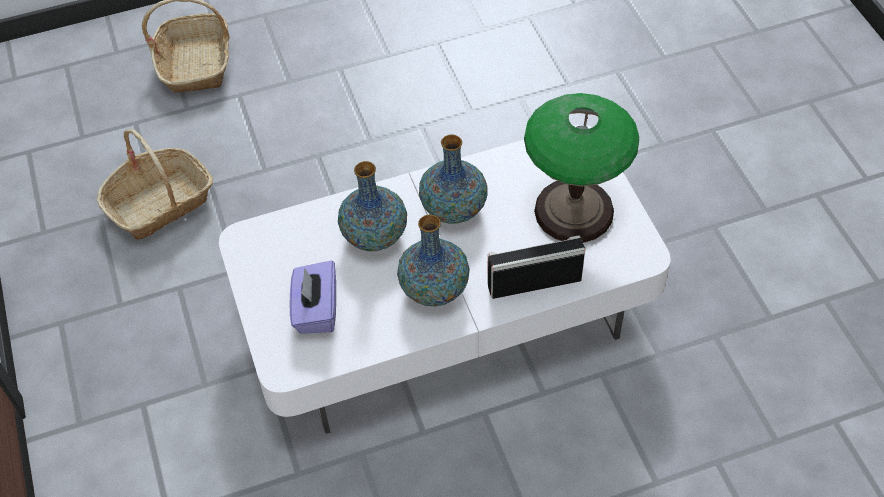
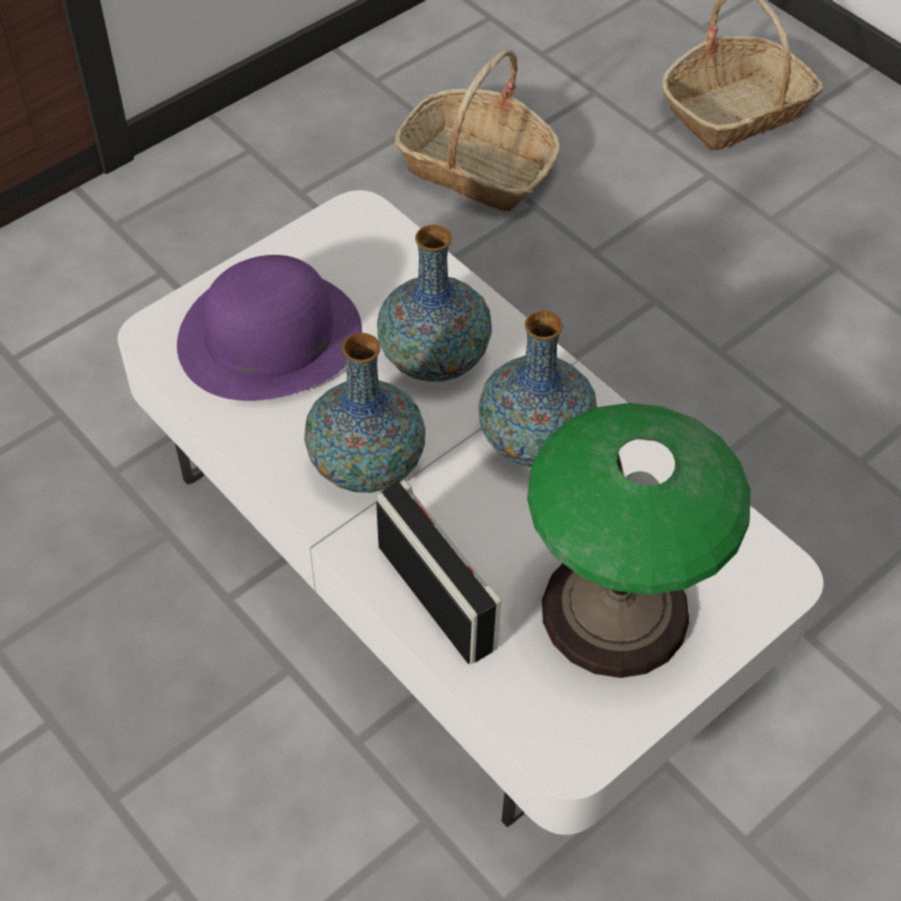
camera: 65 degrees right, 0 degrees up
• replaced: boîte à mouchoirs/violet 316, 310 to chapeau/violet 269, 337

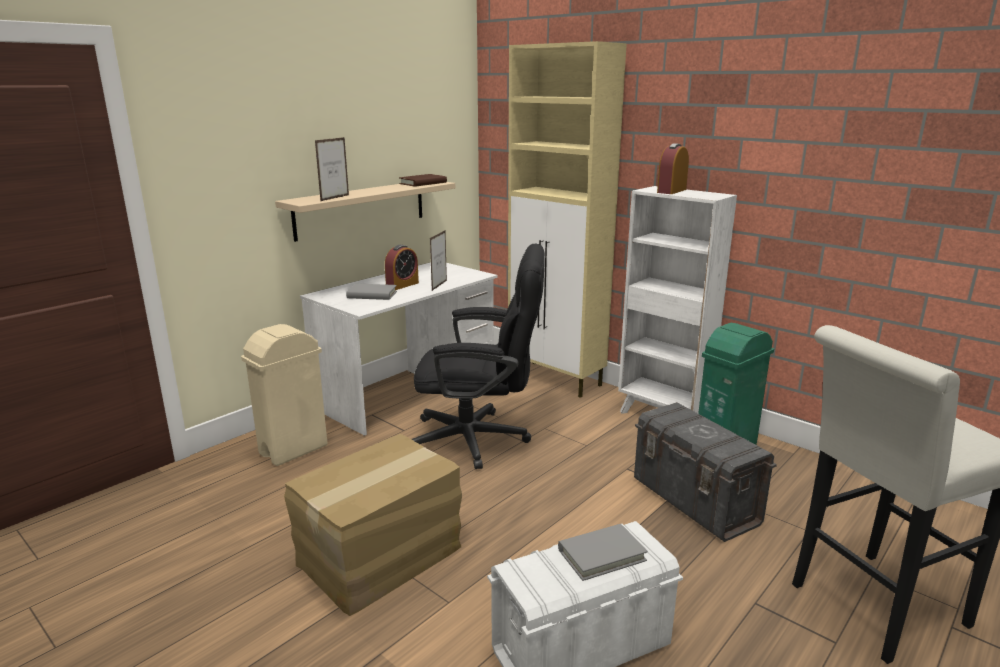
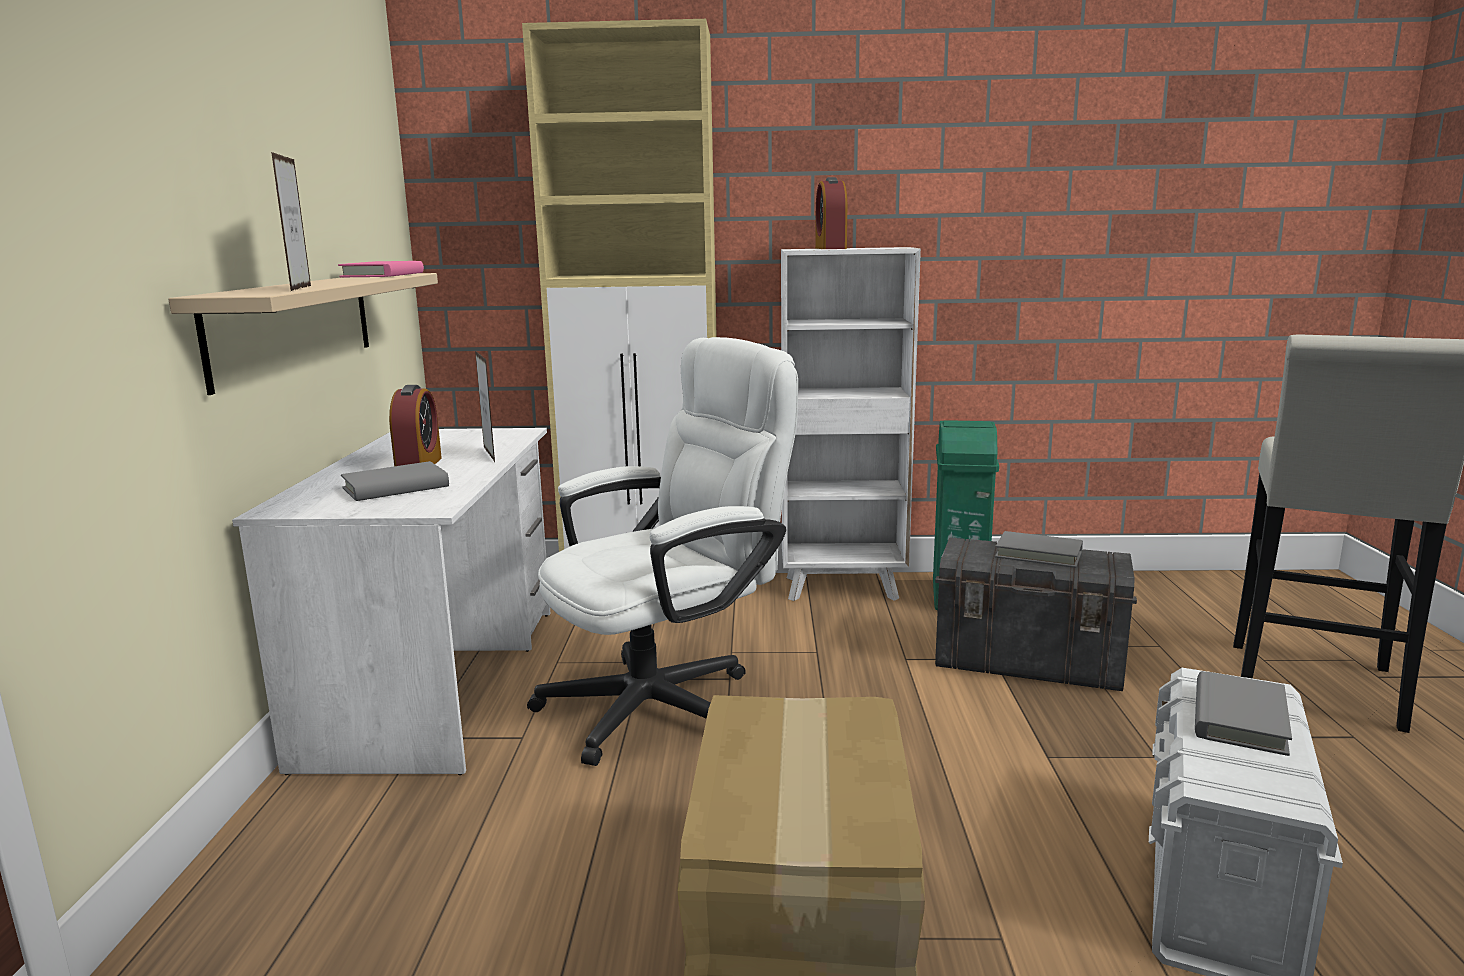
camera: 40 degrees left, 5 degrees down
• recoloured: livre/marron 423, 183 to livre/rose 383, 275
• recoloured: chaise de bureau/noir 480, 439 to chaise de bureau/blanc 668, 701
• added: livre/gris 1038, 554
• removed: poubelle/beige 292, 450

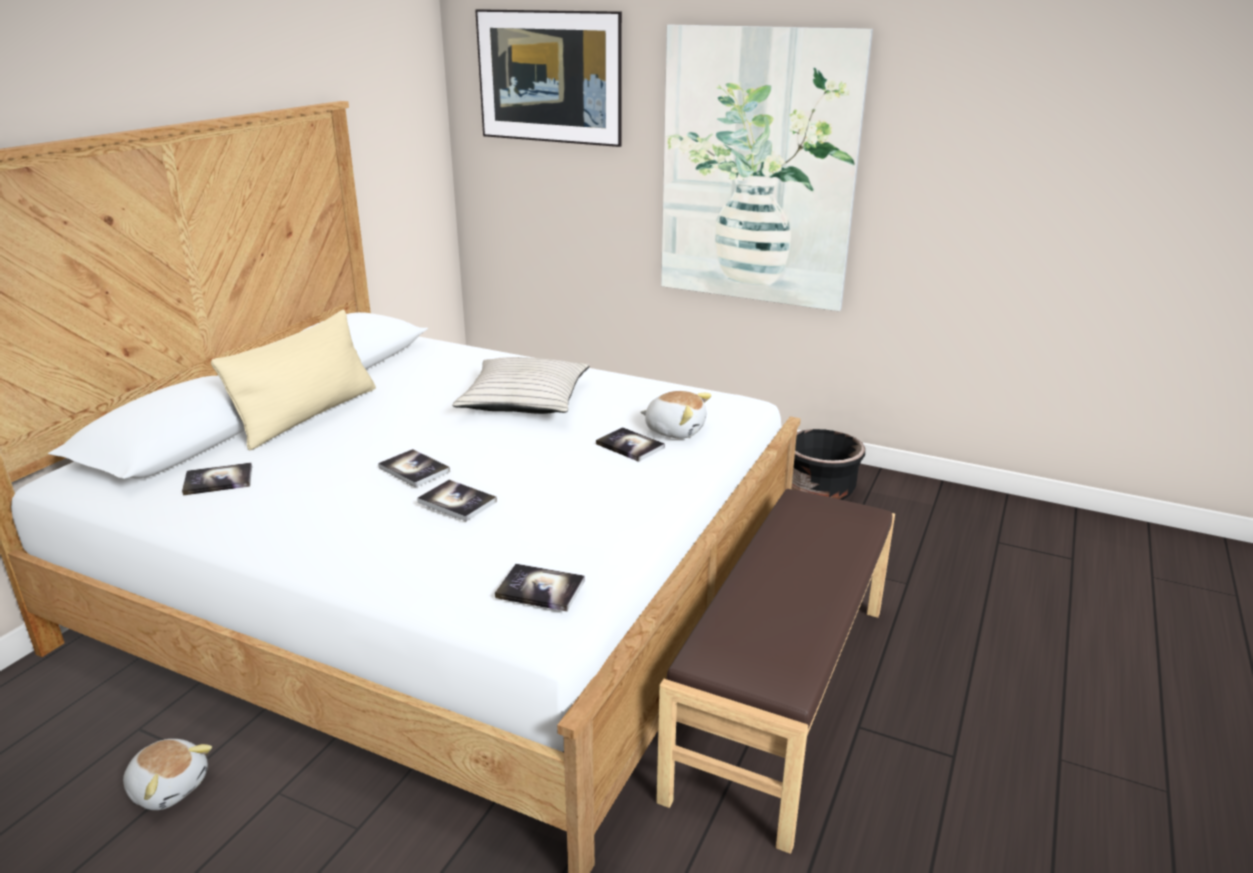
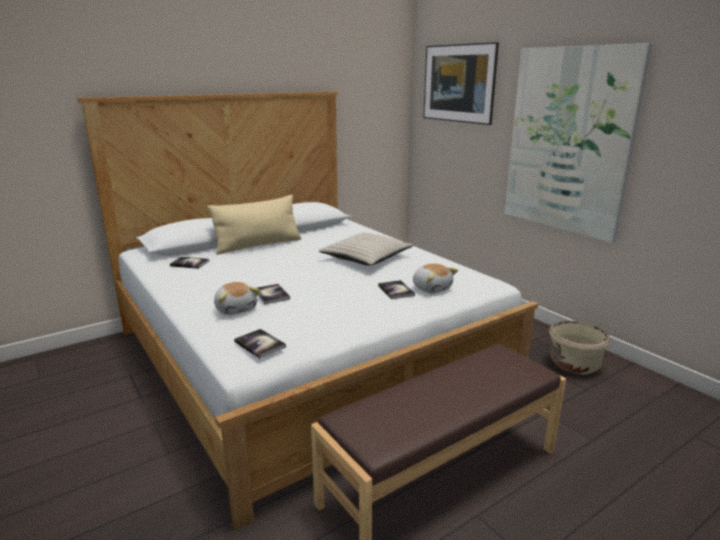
camera: 30 degrees right, 5 degrees down
• moved: peluche 169, 786 to 236, 309
• recoloured: cache-pot/noir 819, 490 to cache-pot/beige 574, 365
• removed: livre 414, 469

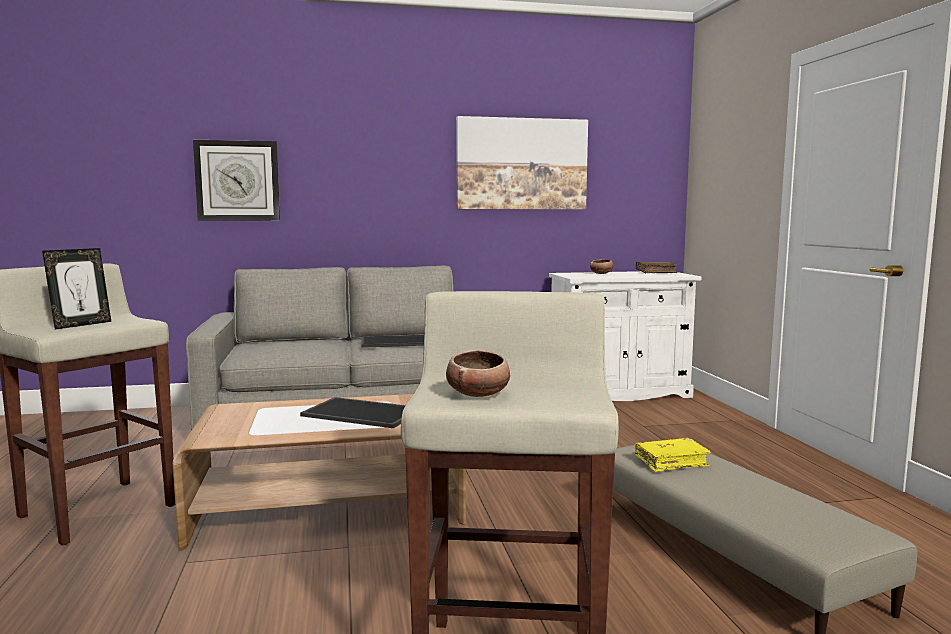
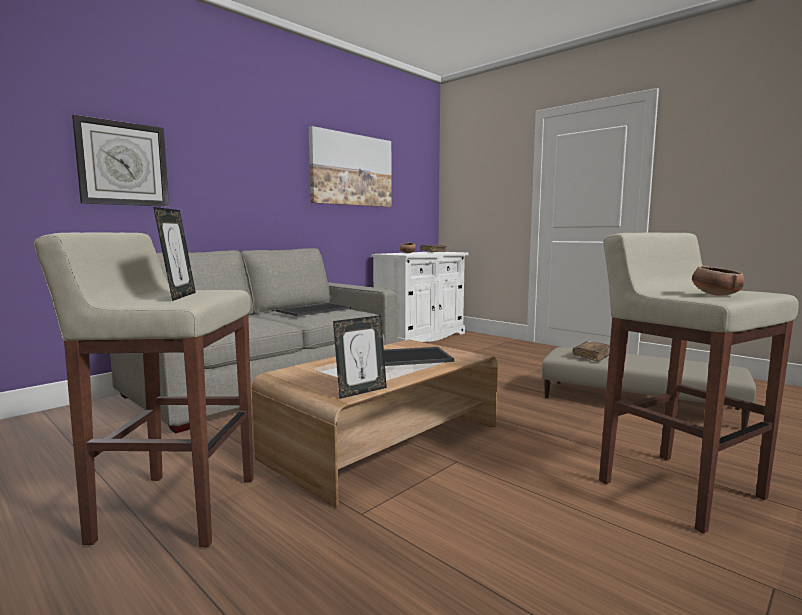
camera: 35 degrees left, 0 degrees up
• added: cadre photo 361, 391
• recoloured: livre/jaune 671, 462 to livre/marron 591, 356

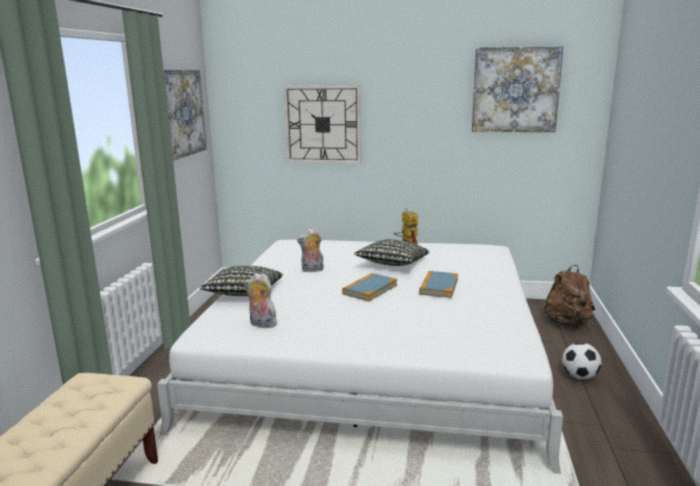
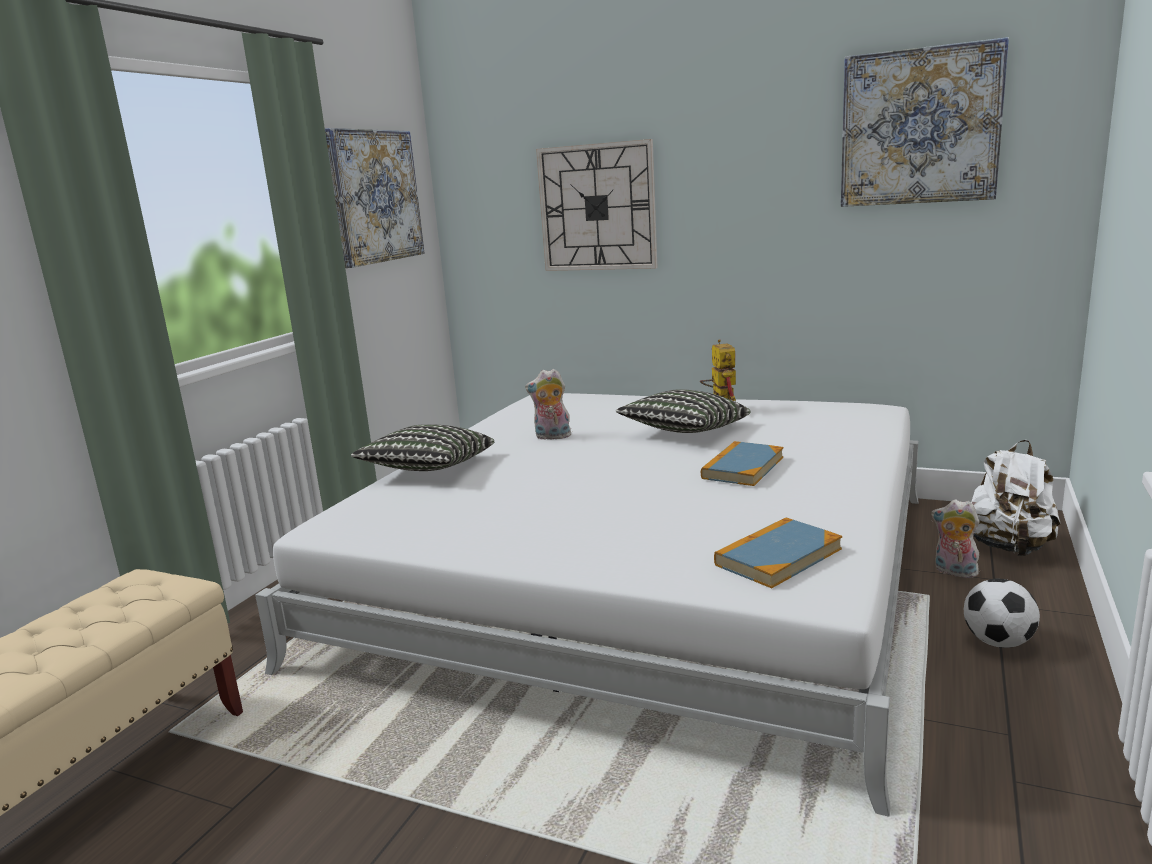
camera: 15 degrees right, 0 degrees up
• moved: livre 370, 289 to 778, 557
• moved: peluche 261, 324 to 954, 572
• recoloured: sac à dos/marron 567, 324 to sac à dos/blanc 1009, 548

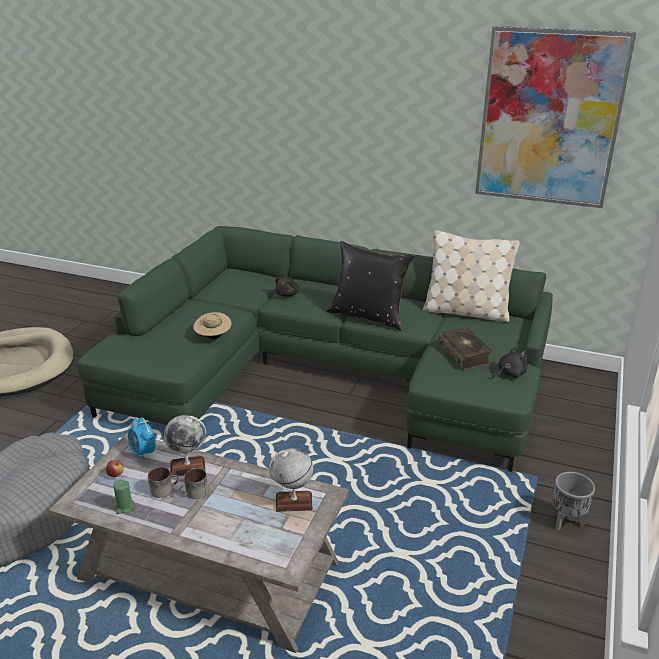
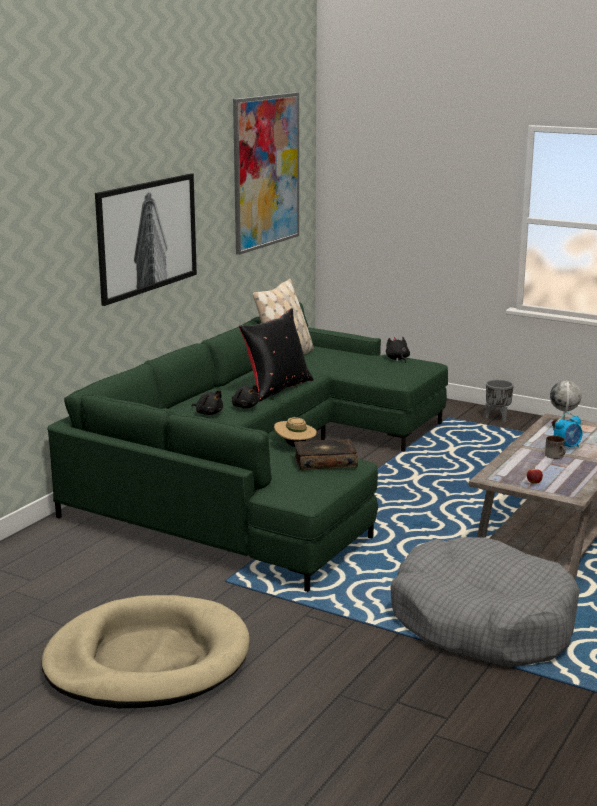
camera: 80 degrees left, 10 degrees down
• added: tableau 146, 236
• added: peluche/noir 245, 406
• moved: livre 464, 354 to 325, 462
• moved: réveil 143, 453 to 567, 447
• removed: bougie/vert 125, 507
• removed: mug 164, 489
• removed: globe 187, 467

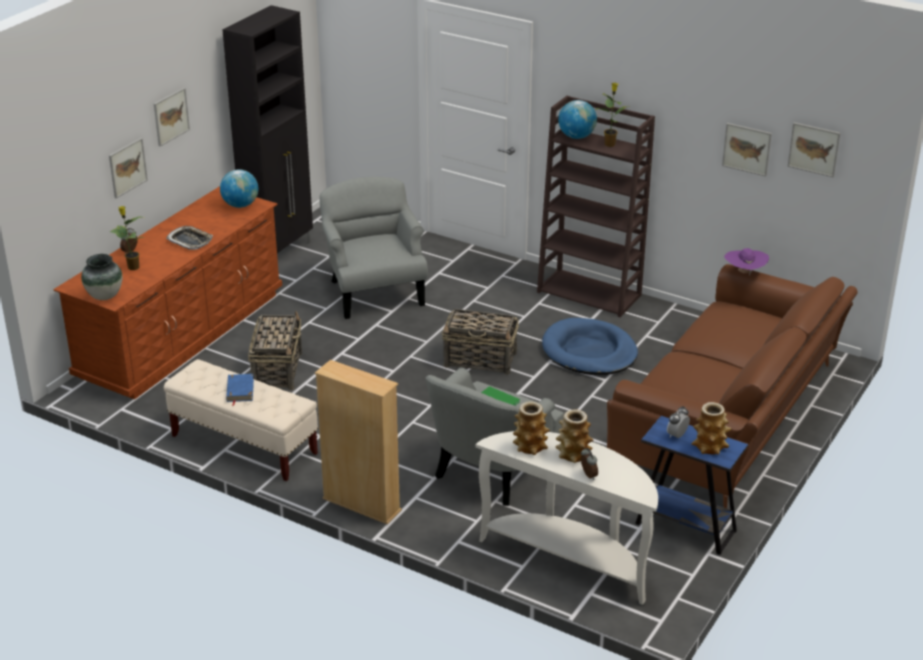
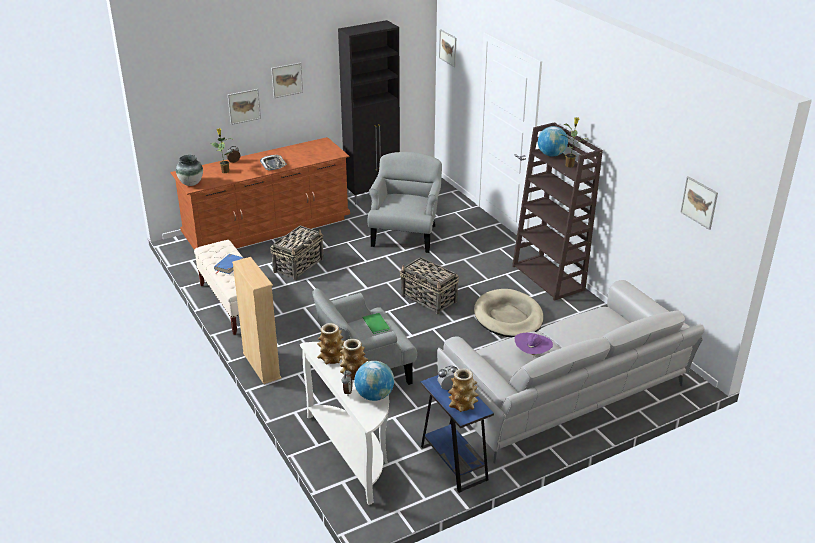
camera: 30 degrees right, 0 degrees up
• moved: globe 240, 205 to 374, 396
• recoloured: canapé/marron 729, 418 to canapé/gris 565, 397
• moved: tableau 747, 149 to 448, 48
• recoloured: panier pour chien/bleu 589, 352 to panier pour chien/beige 508, 317
• moved: chapeau/violet 744, 273 to 532, 354

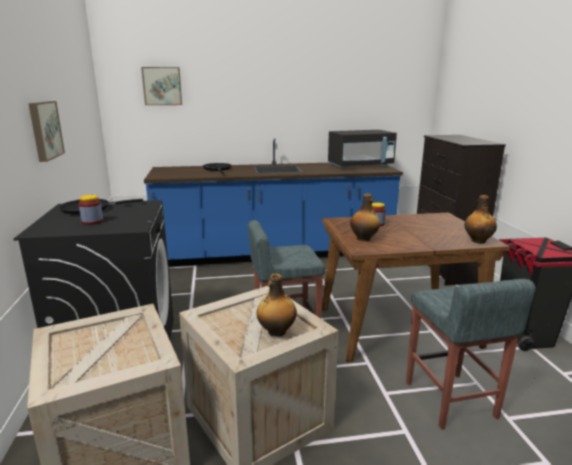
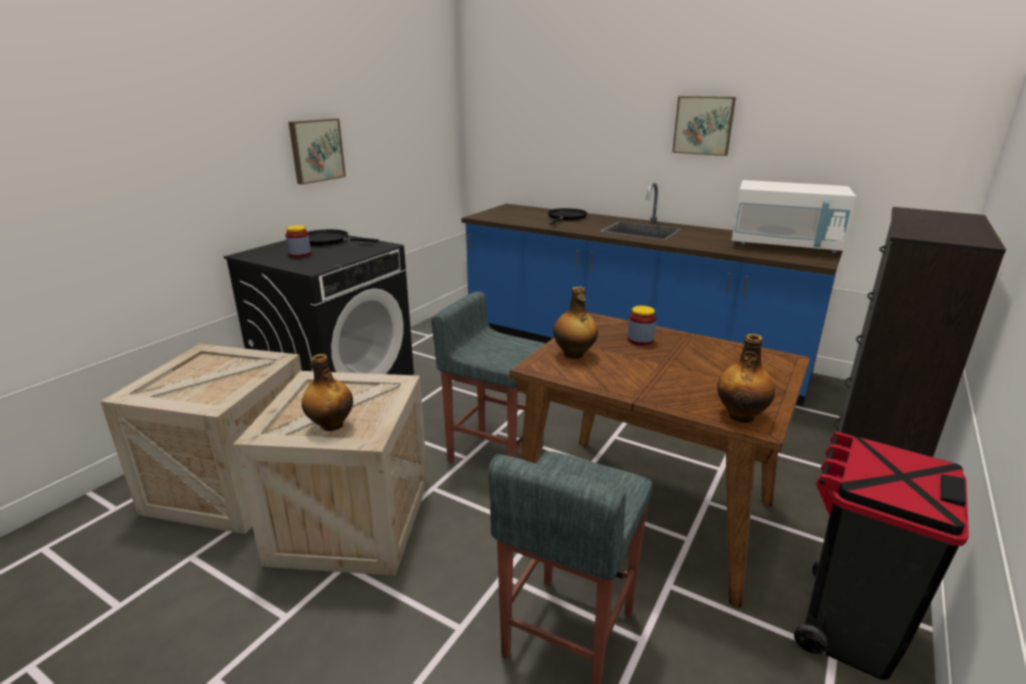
camera: 40 degrees right, 5 degrees up
• moved: tableau 162, 86 to 703, 125
• recoloured: micro-ondes/noir 360, 165 to micro-ondes/blanc 784, 245

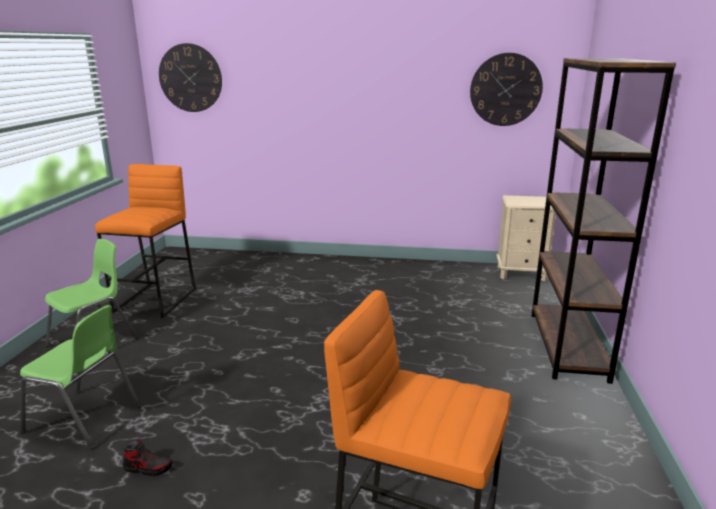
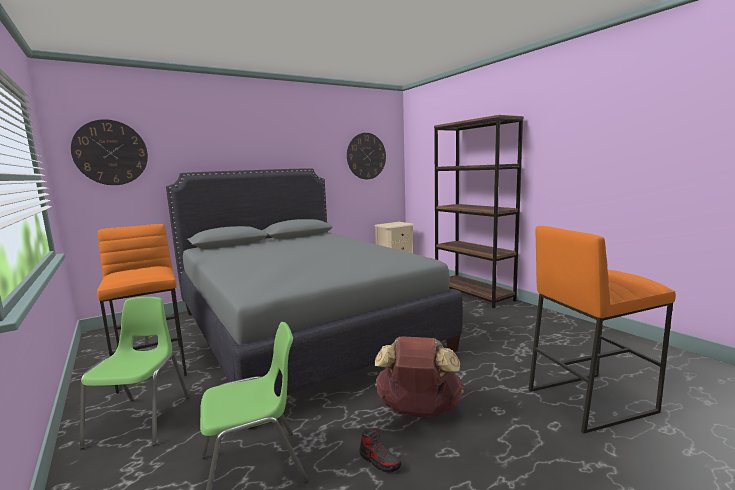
camera: 40 degrees left, 10 degrees down
• added: lit/gris 301, 329
• turned: chaussure 148, 468 = 379, 461 75 degrees clockwise
• added: sac à dos/marron 418, 412

